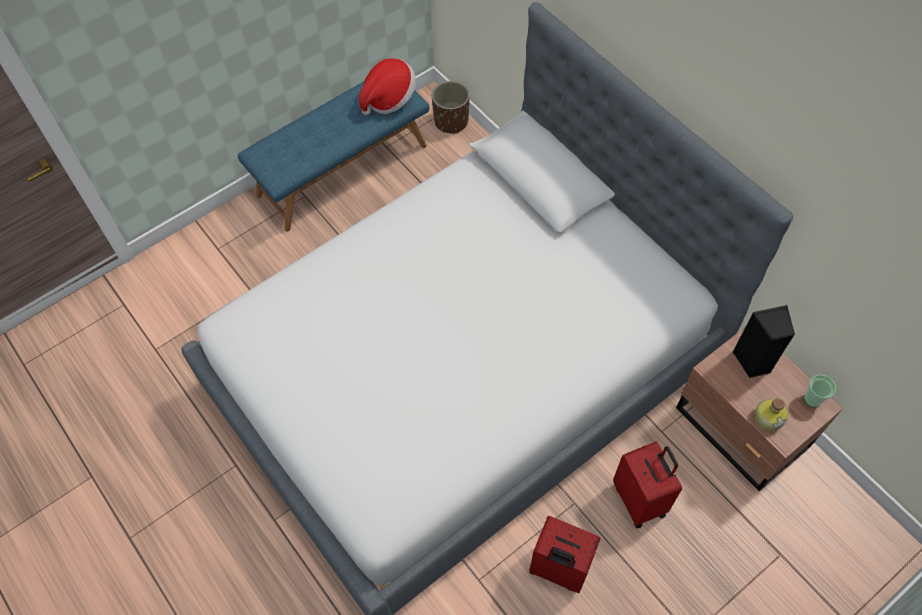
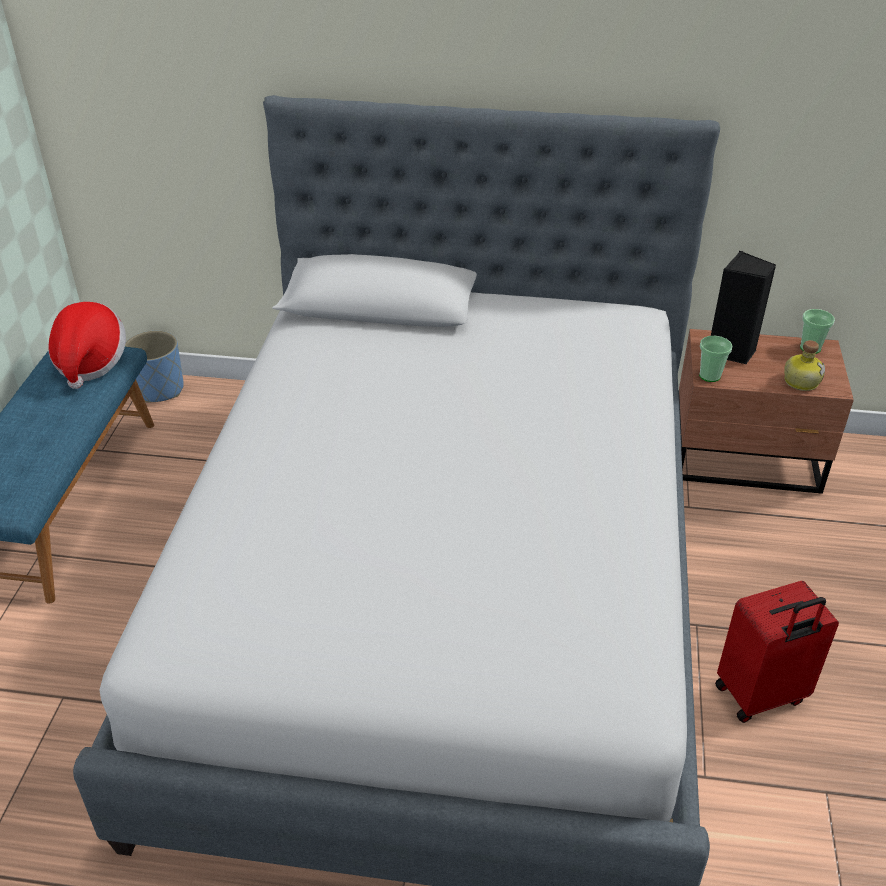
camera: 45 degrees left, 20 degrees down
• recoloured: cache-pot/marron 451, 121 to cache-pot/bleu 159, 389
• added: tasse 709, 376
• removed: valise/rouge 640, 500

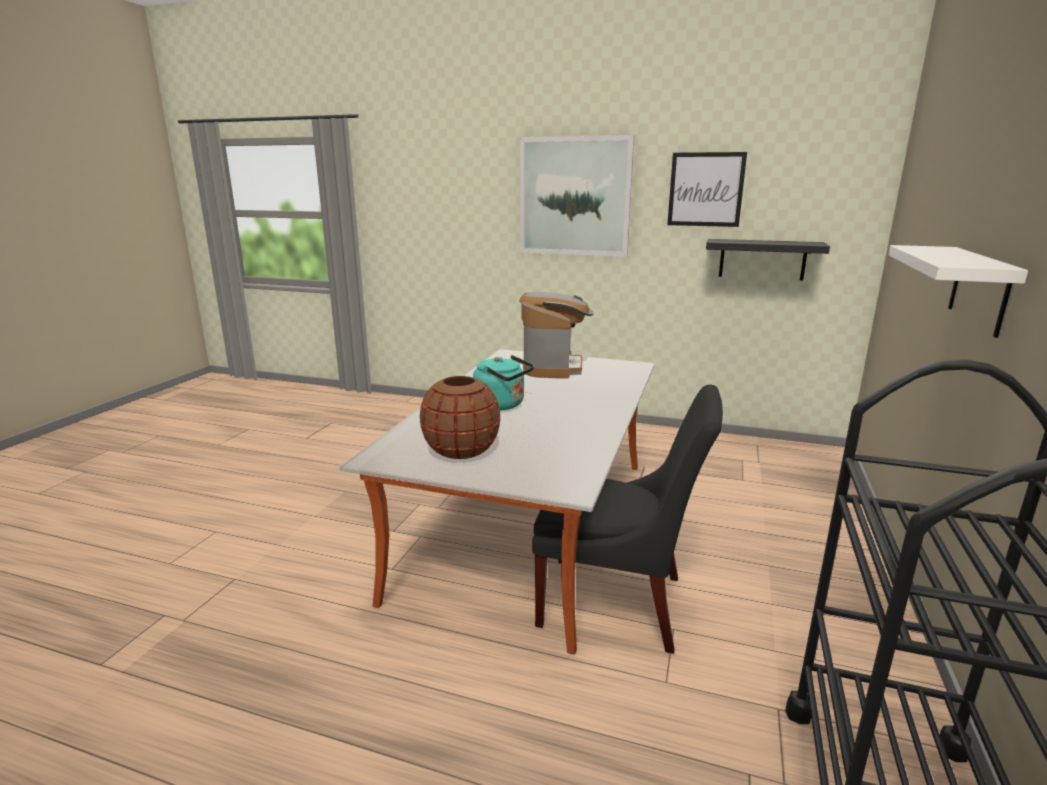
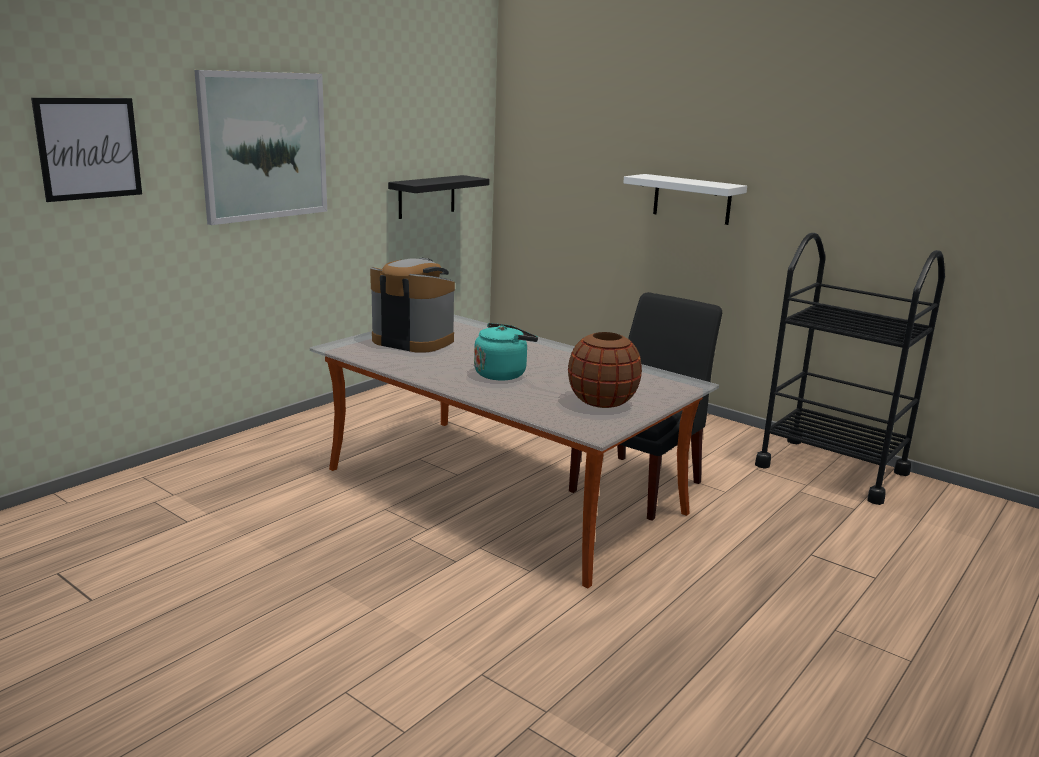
camera: 70 degrees left, 0 degrees up
• moved: tableau 706, 189 to 89, 148

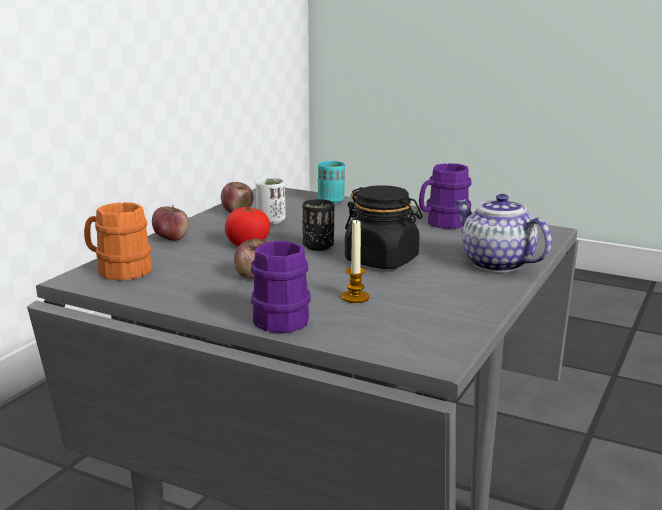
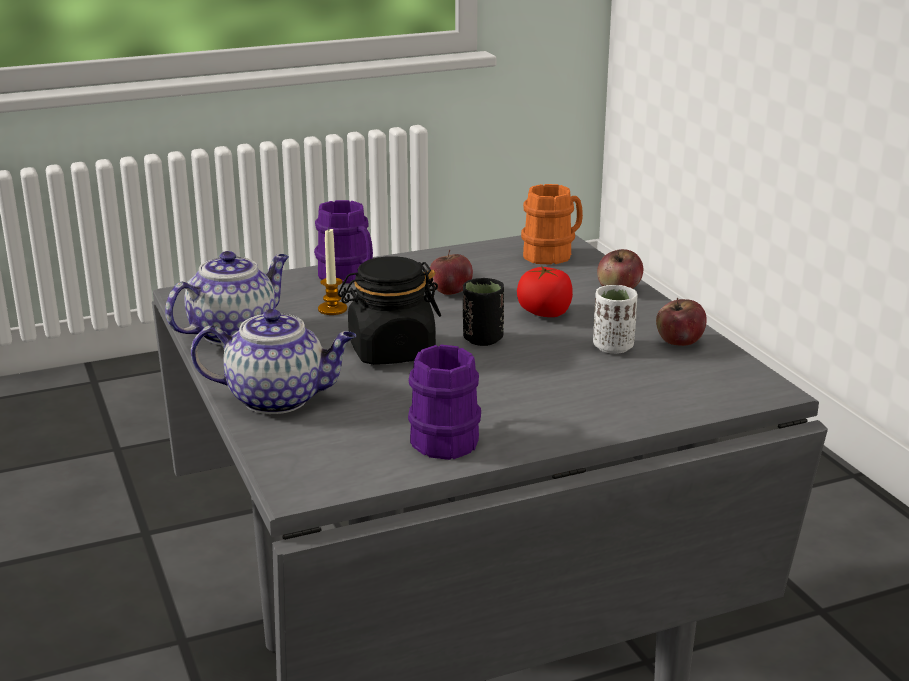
camera: 130 degrees right, 5 degrees up
• added: théière 234, 332
• removed: tasse/turquoise 331, 201

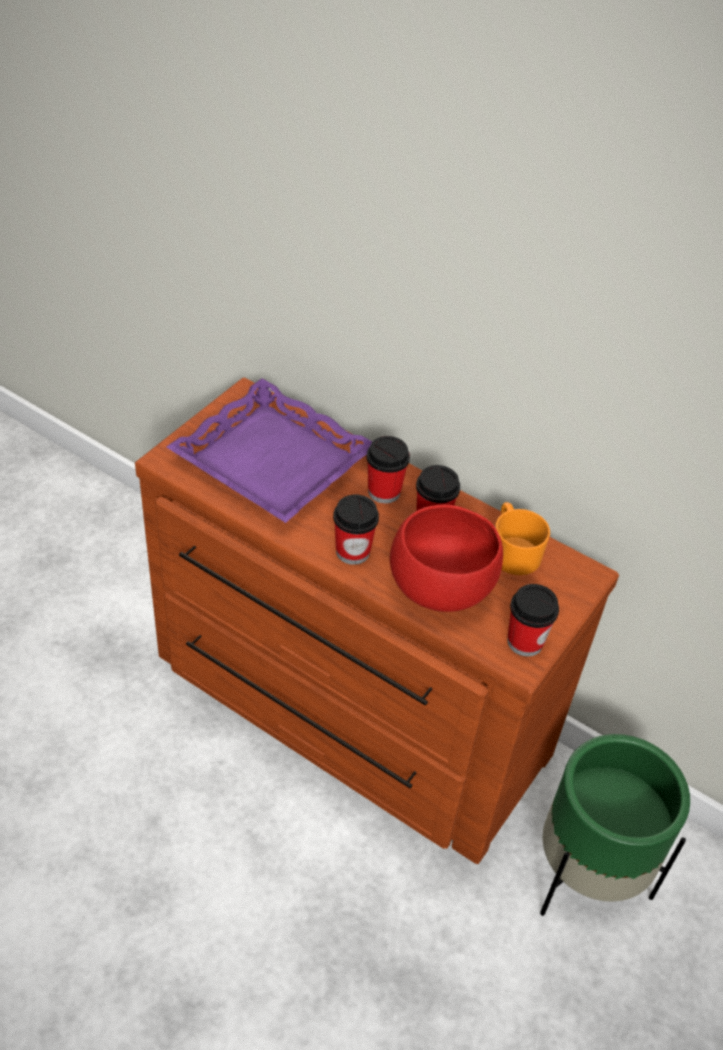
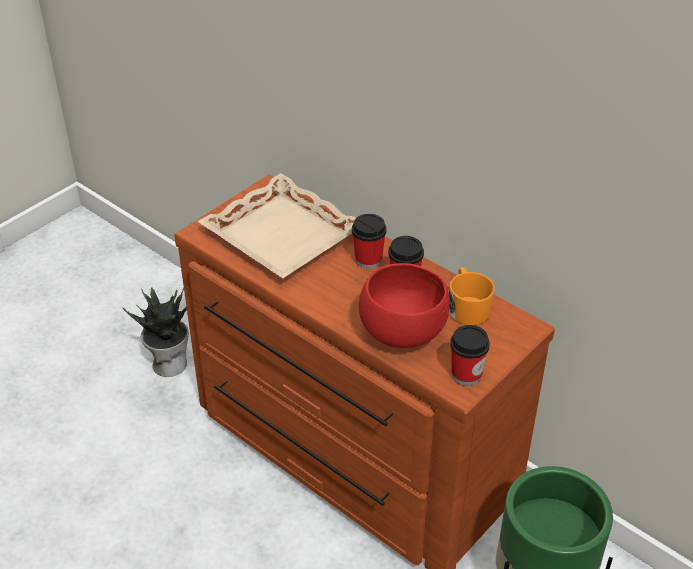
camera: 10 degrees right, 5 degrees down
• added: plante en pot 169, 363
• recoloured: plateau/violet 271, 461 to plateau/beige 281, 236
• removed: tasse 352, 551

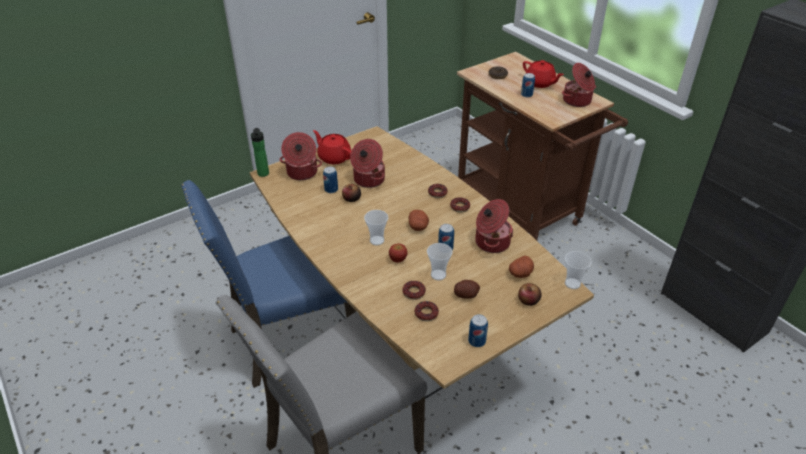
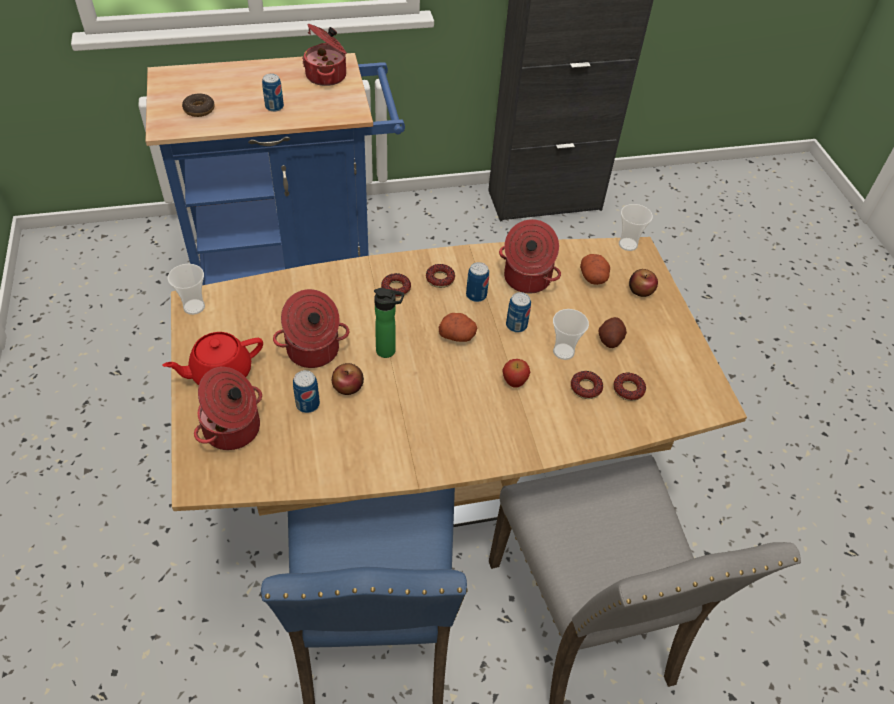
camera: 70 degrees left, 10 degrees up
• recoloured: chariot/marron 522, 212 to chariot/bleu 295, 263
• moved: tasse 377, 240 to 194, 307
• moved: bouteille 263, 174 to 389, 351
• moved: boîte métallique 477, 341 to 476, 295
• removed: théière/rouge 540, 83

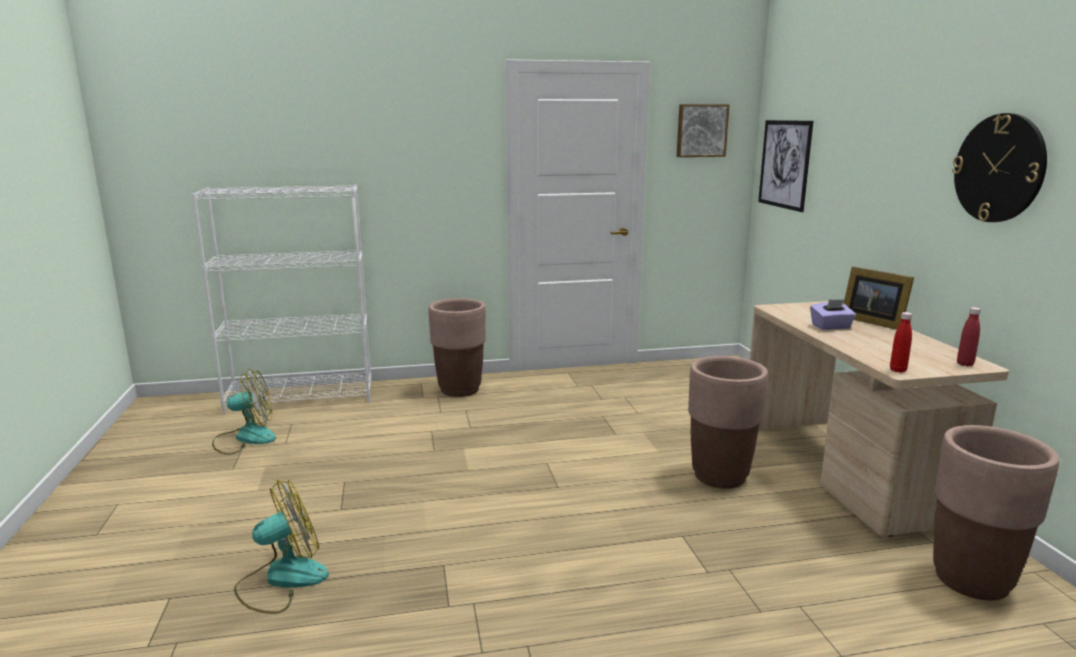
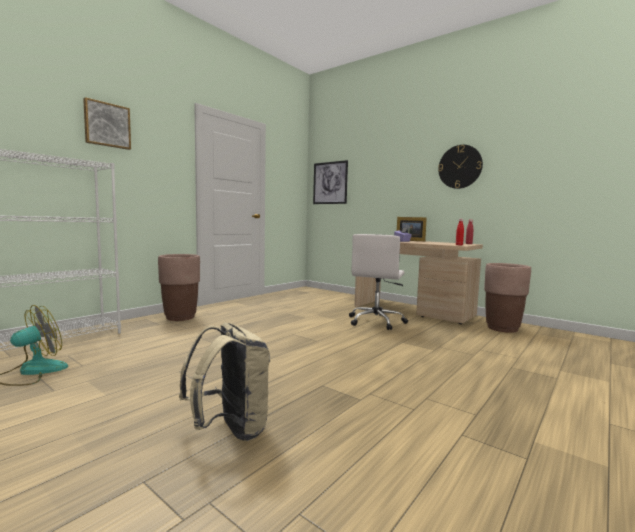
camera: 40 degrees left, 10 degrees down
• moved: tableau 701, 130 to 107, 125
• replaced: ventilateur 282, 580 to sac à dos/beige 230, 430
• replaced: cache-pot/marron 719, 476 to chaise de bureau/blanc 376, 321

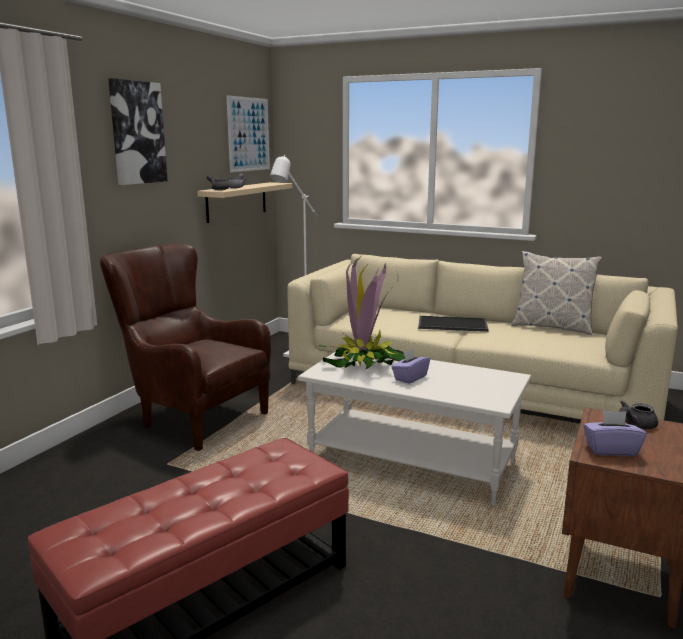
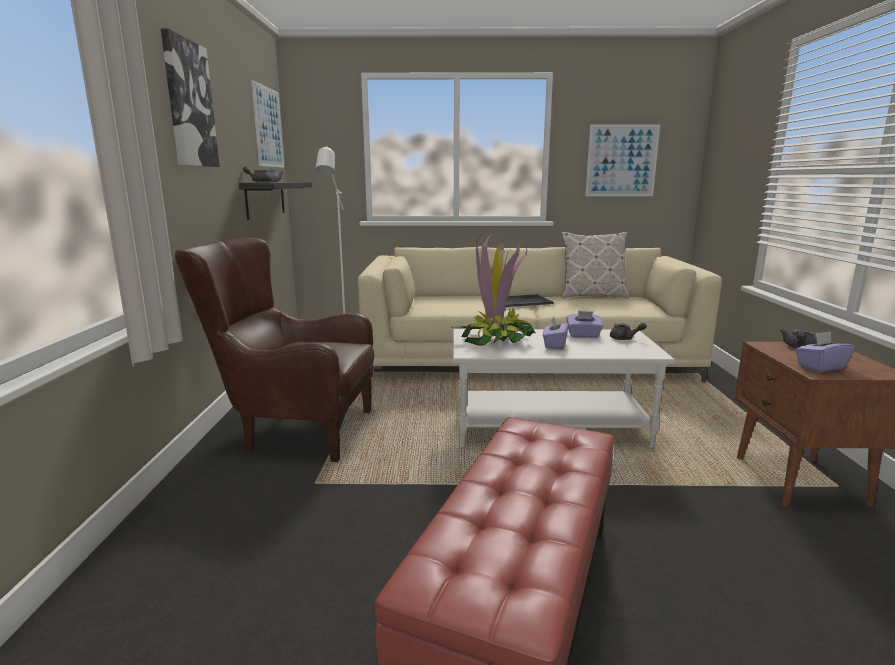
camera: 25 degrees left, 0 degrees up
• recoloured: étagère/beige 237, 201 to étagère/noir 265, 199
• added: boîte à mouchoirs/violet 583, 335
• added: tableau 621, 161
• added: théière/gris 625, 339

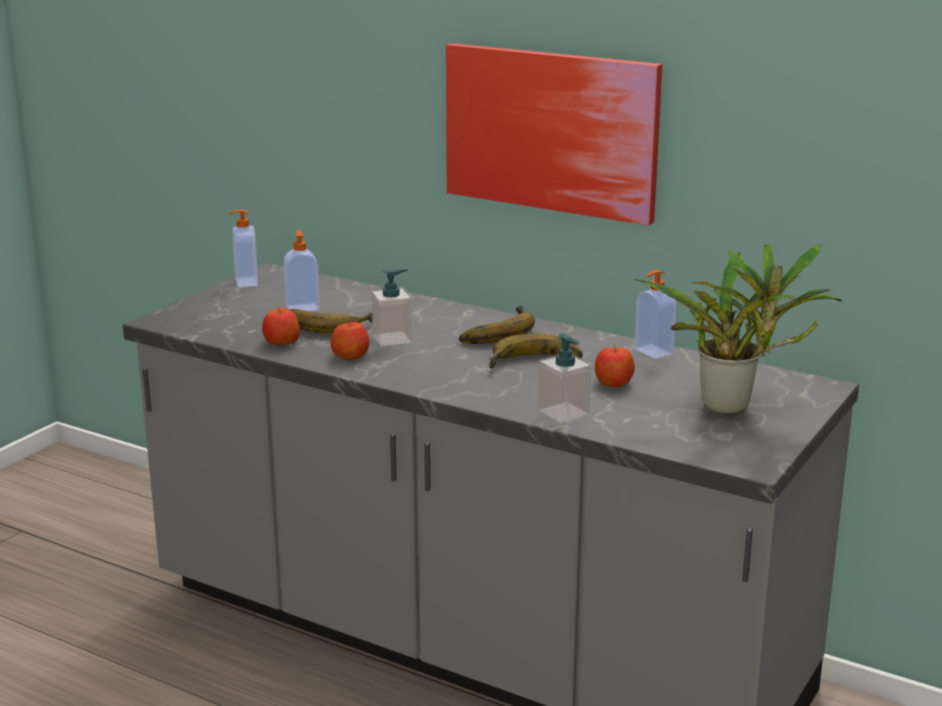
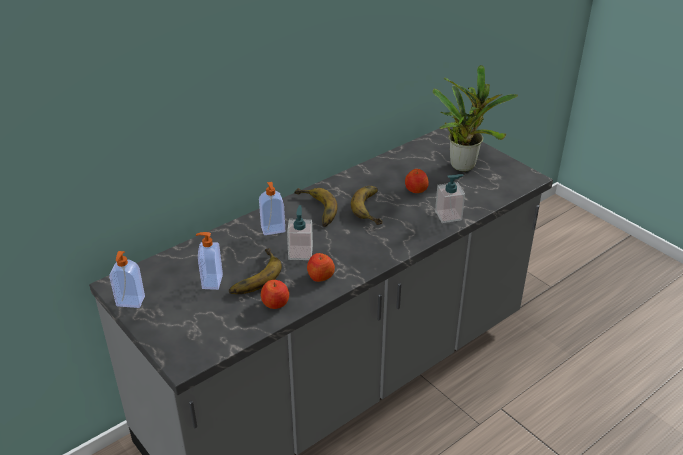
camera: 70 degrees left, 15 degrees up
• moved: distributeur de savon 652, 352 to 273, 230
• removed: tableau 551, 131

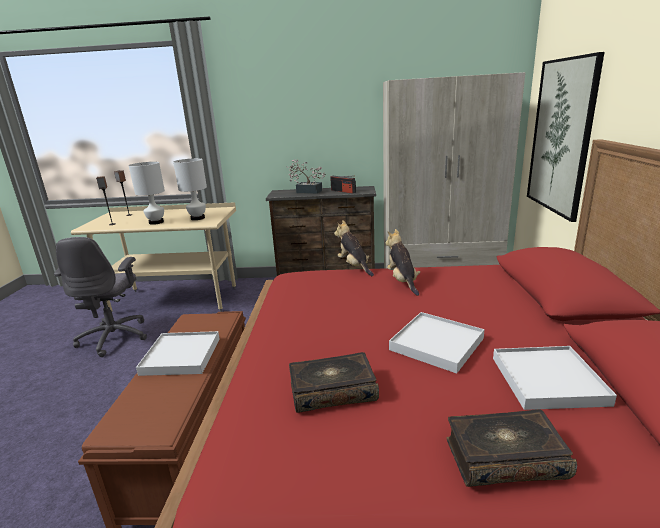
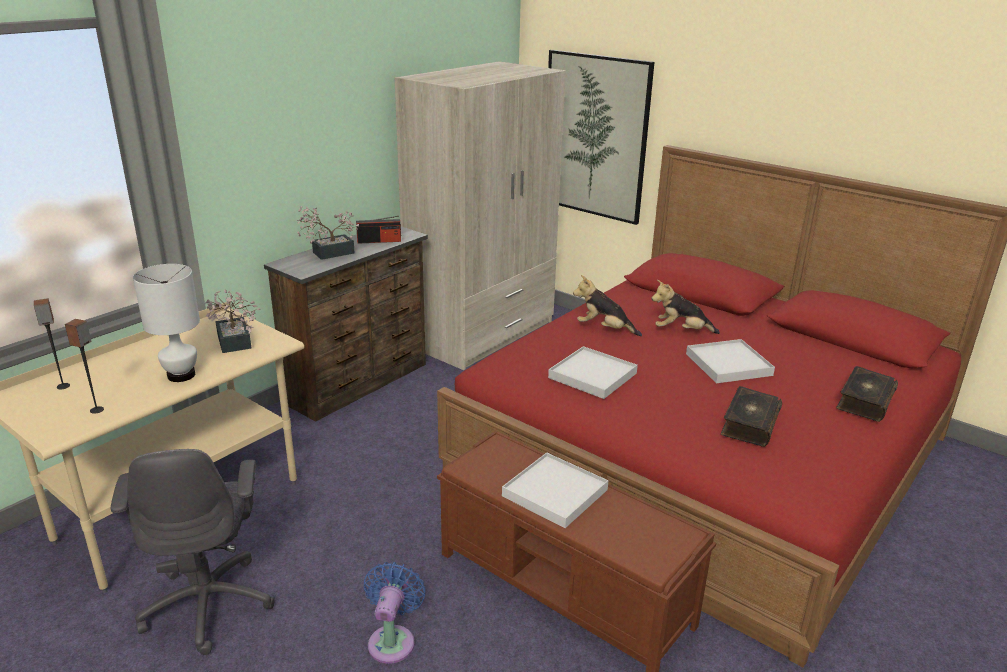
camera: 55 degrees left, 5 degrees up
• turned: chaise de bureau/gris 115, 337 = 209, 603 45 degrees clockwise
• replaced: lampe de table/blanc 197, 218 to plante en pot 234, 344
• added: ventilateur/bleu 393, 640
• moved: plateau/blanc 548, 380 to 593, 375
• moved: peluche 354, 266 to 681, 331

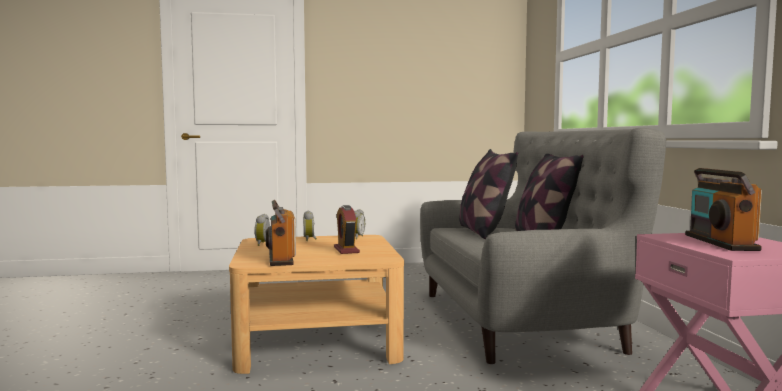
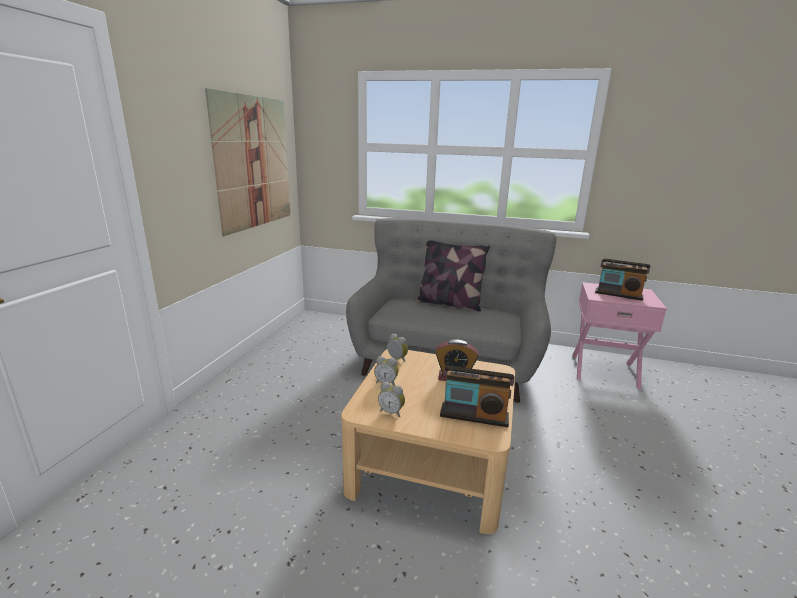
camera: 65 degrees left, 15 degrees up
• added: tableau 254, 163
• removed: coussin 483, 231

